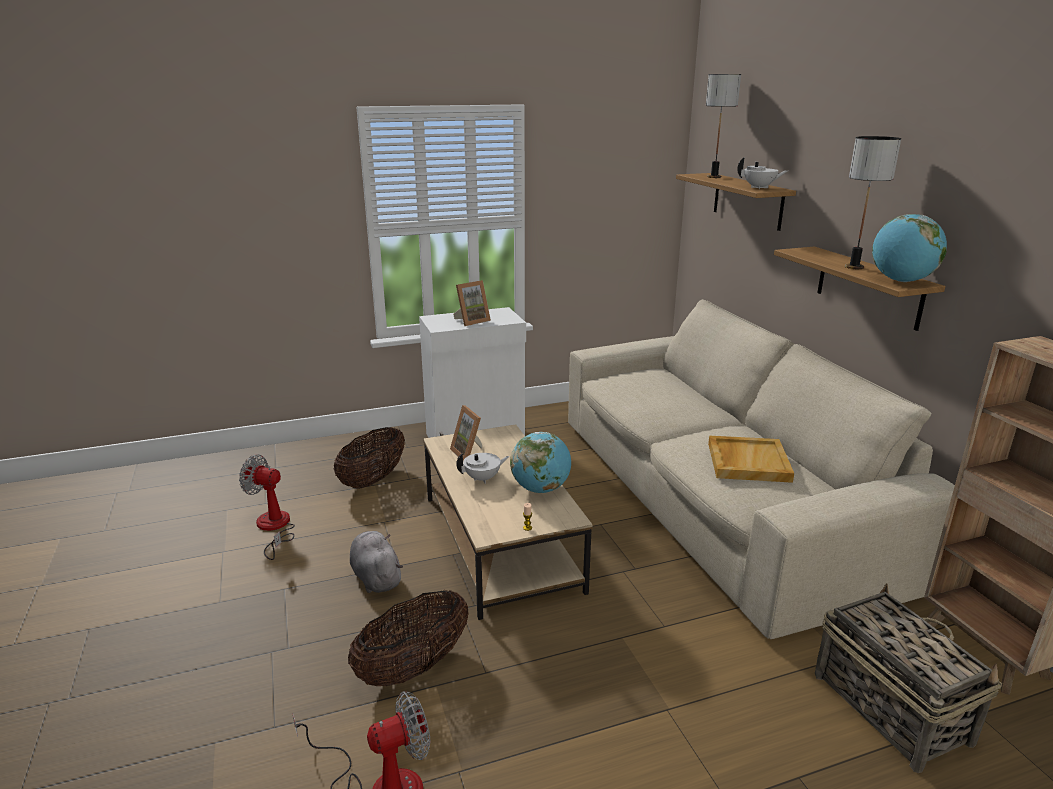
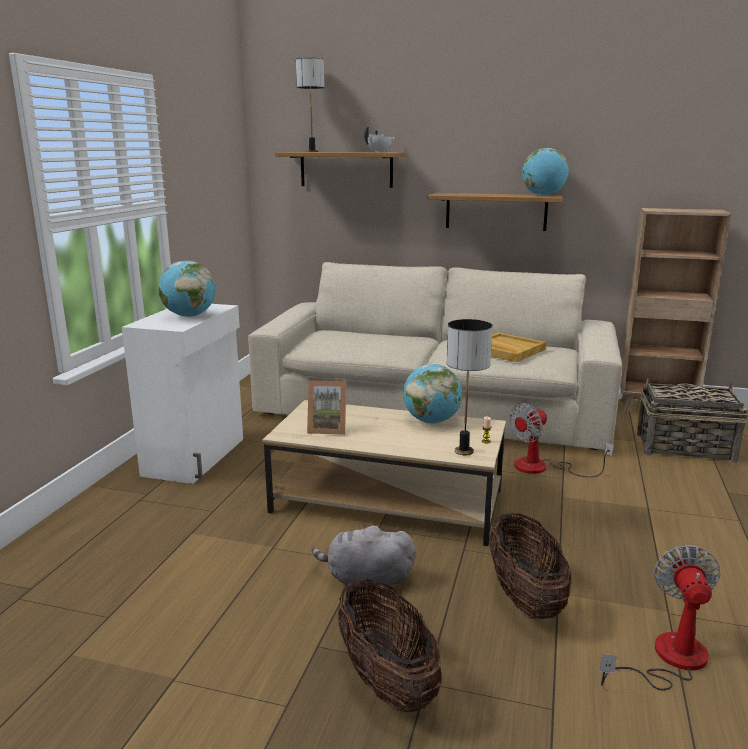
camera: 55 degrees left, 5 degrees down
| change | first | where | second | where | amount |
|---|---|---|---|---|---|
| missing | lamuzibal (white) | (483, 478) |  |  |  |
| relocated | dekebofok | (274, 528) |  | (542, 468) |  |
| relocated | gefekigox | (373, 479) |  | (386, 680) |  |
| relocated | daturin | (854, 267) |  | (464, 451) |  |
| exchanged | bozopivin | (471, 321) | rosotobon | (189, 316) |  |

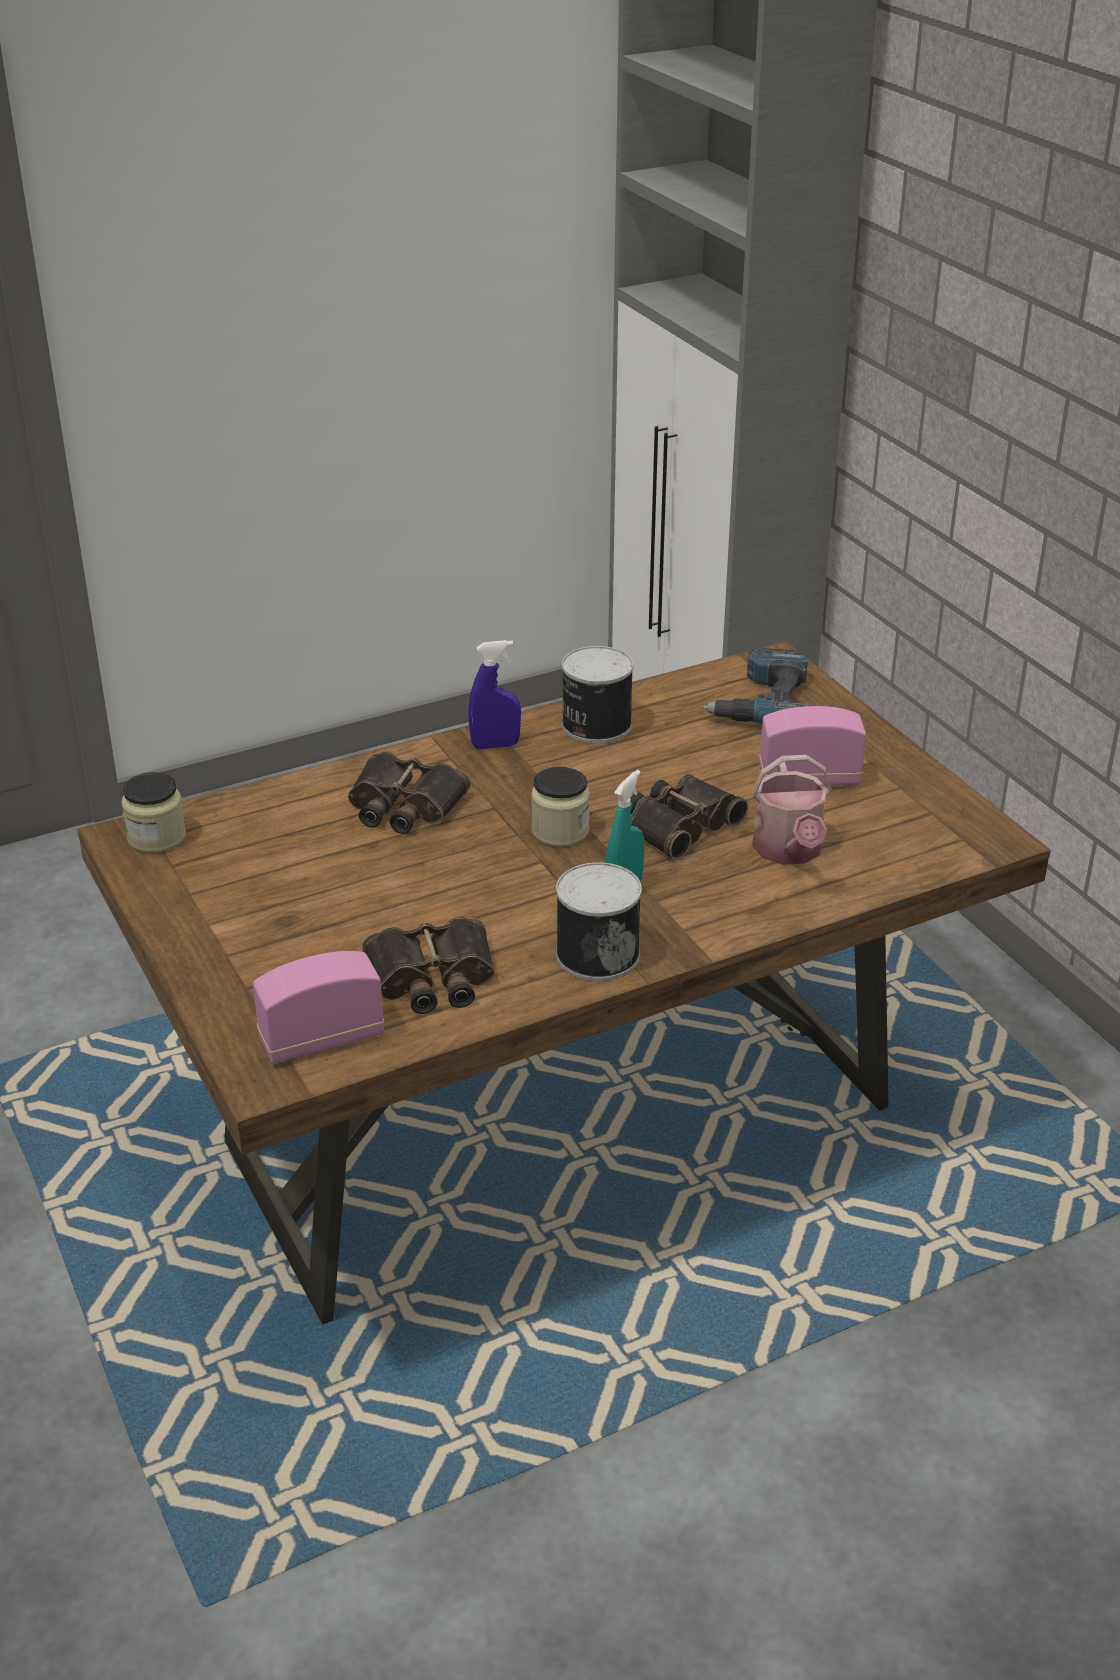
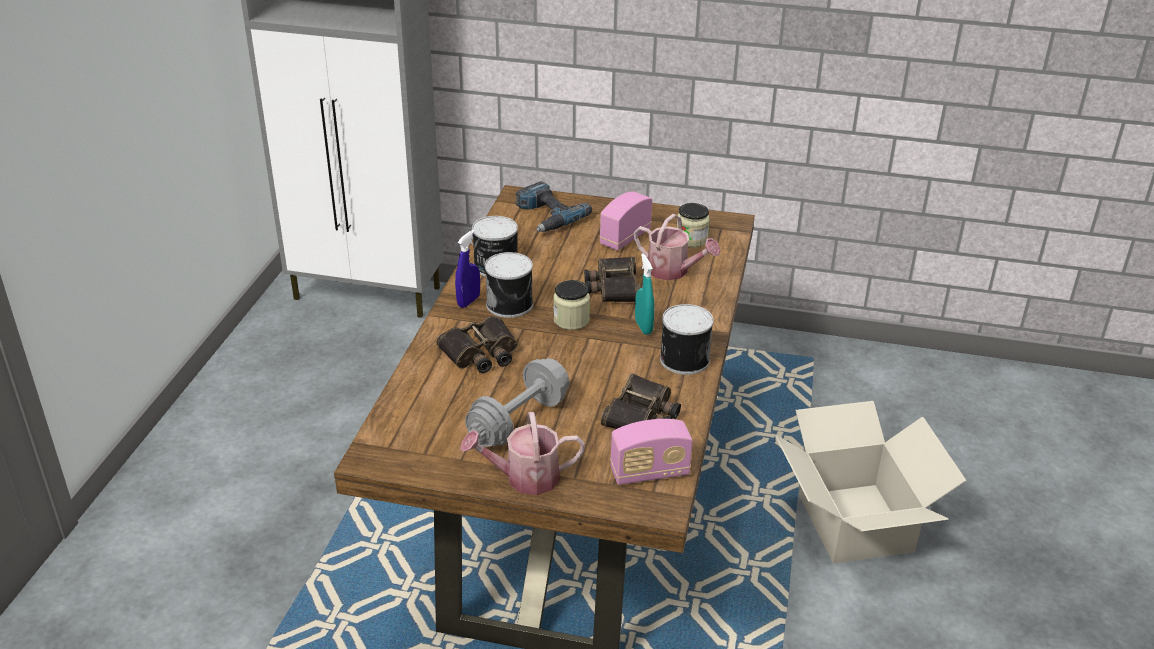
camera: 50 degrees left, 0 degrees up
| change | first | where | second | where | amount |
|---|---|---|---|---|---|
| appeared |  |  | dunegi | (524, 478) |  |
| appeared |  |  | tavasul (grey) | (518, 421) |  |
| appeared |  |  | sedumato | (511, 304) |  |
| appeared |  |  | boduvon | (854, 523) |  |
| relocated | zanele | (156, 837) |  | (691, 239) |  |
| spun | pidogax | (322, 1039) |  | (649, 473) | 120 degrees counterclockwise |

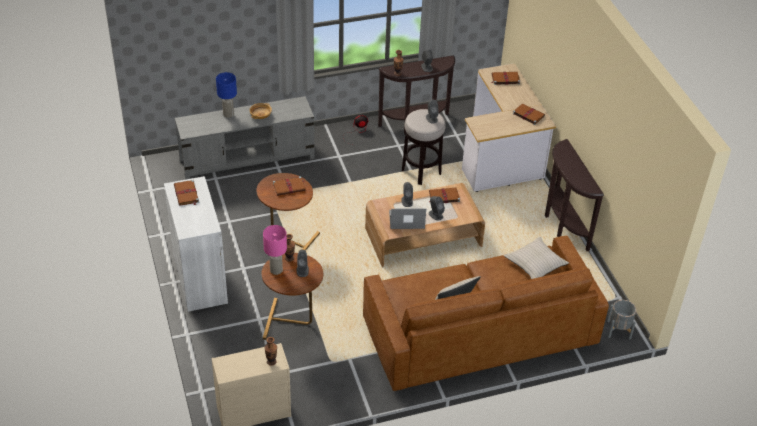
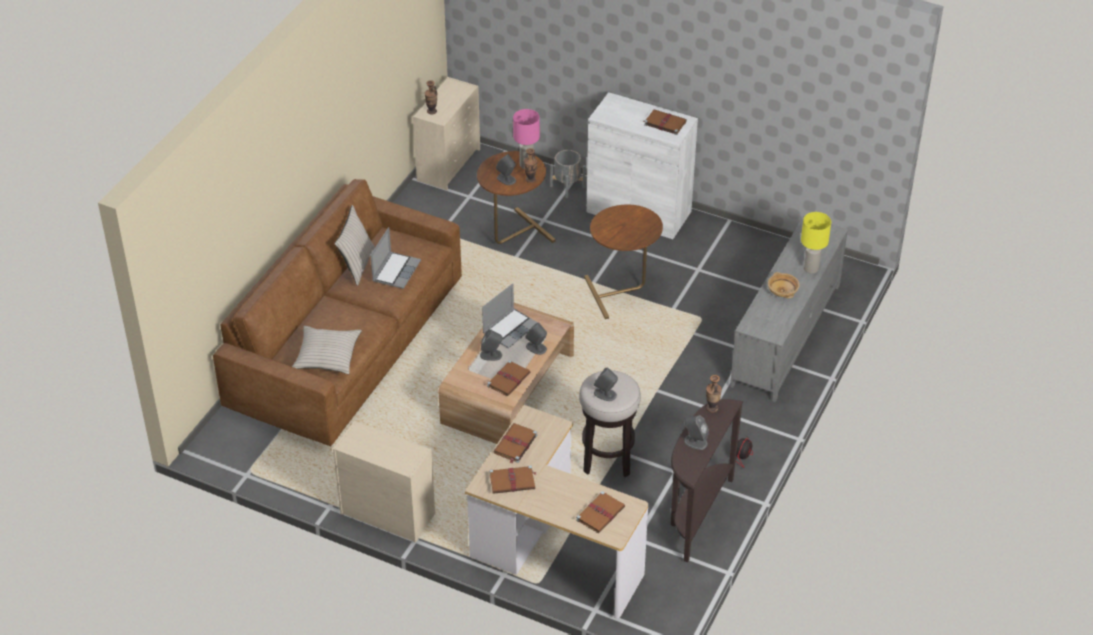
camera: 135 degrees right, 0 degrees up
| change | first | where | second | where | amount |
|---|---|---|---|---|---|
| appeared |  |  | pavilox | (396, 271) |  |
| relocated | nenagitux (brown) | (289, 187) |  | (515, 444) |  |
| relocated | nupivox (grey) | (619, 329) |  | (567, 186) |  |
| exchanged | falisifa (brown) | (562, 225) | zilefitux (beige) | (386, 513) |  |
| colour | daturin (blue) | (228, 114) | daturin (yellow) | (810, 269) |  |

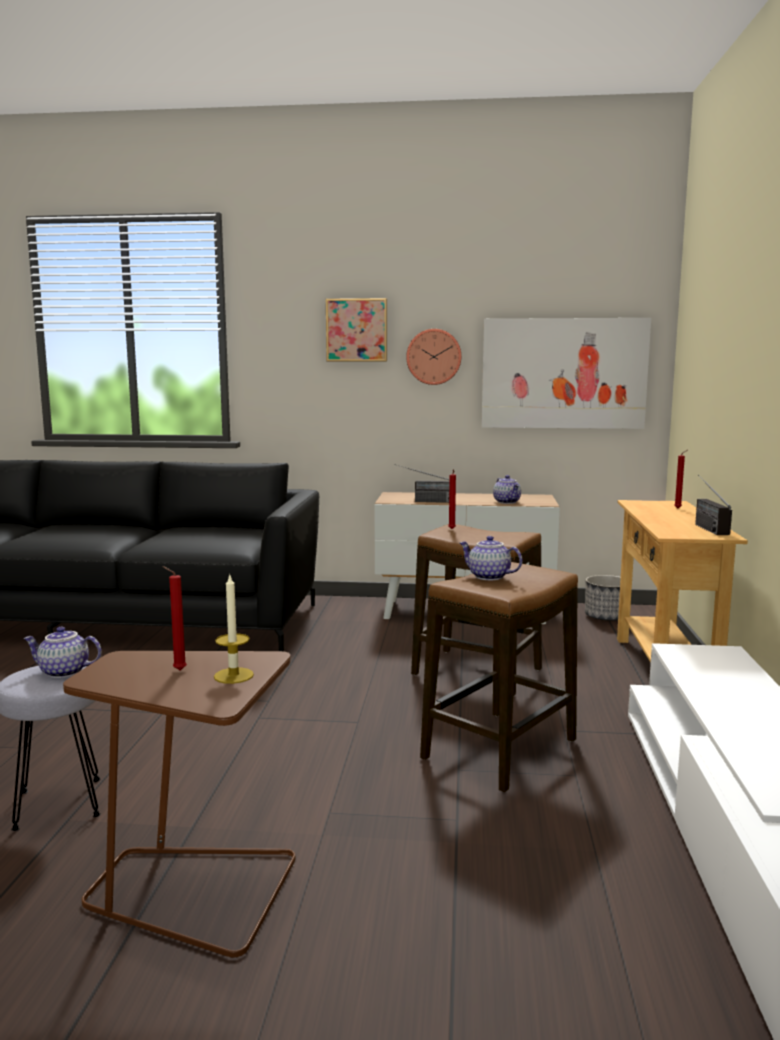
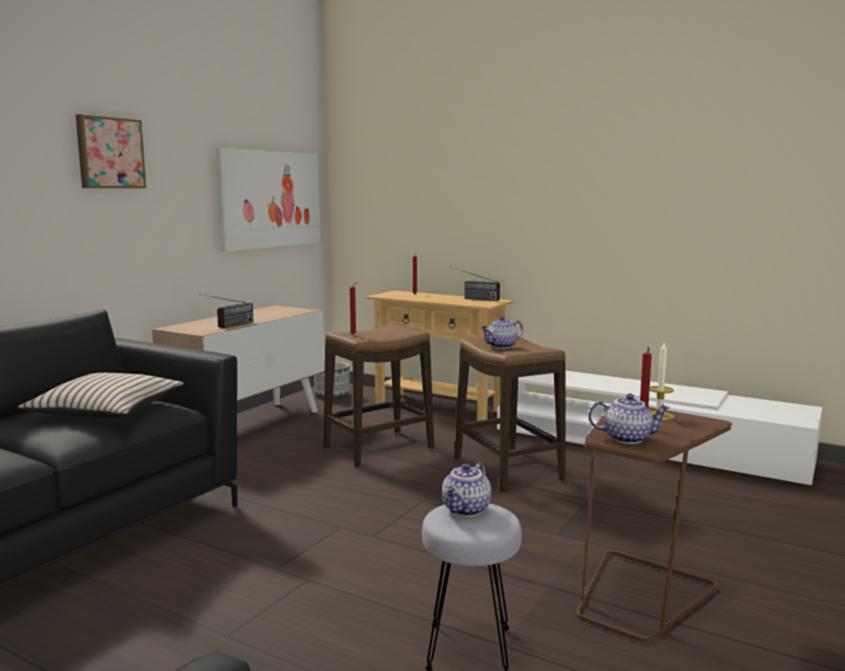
camera: 65 degrees left, 0 degrees up
| change | first | where | second | where | amount |
|---|---|---|---|---|---|
| missing | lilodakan | (434, 357) |  |  |  |
| appeared |  |  | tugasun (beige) | (106, 410) |  |
| relocated | lamuzibal | (507, 502) |  | (627, 438) |  |

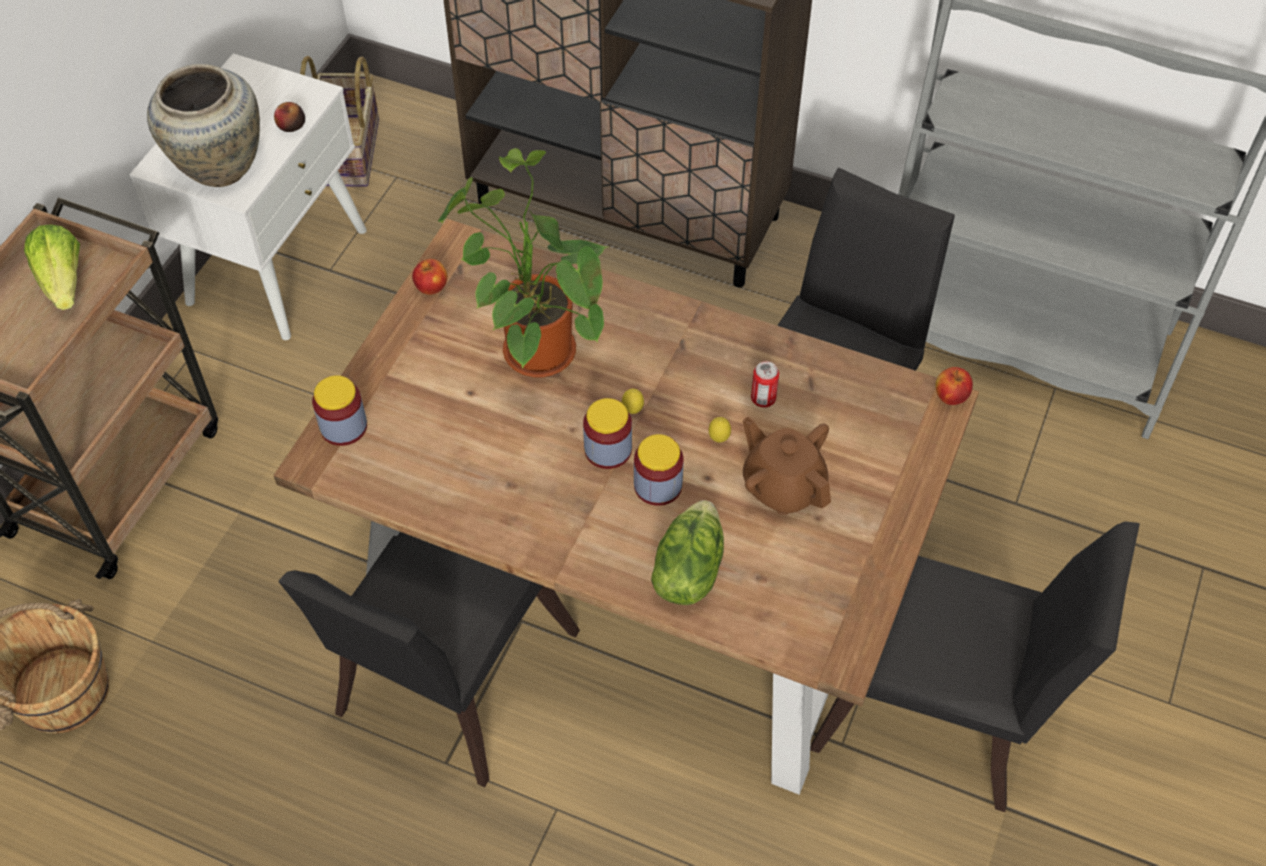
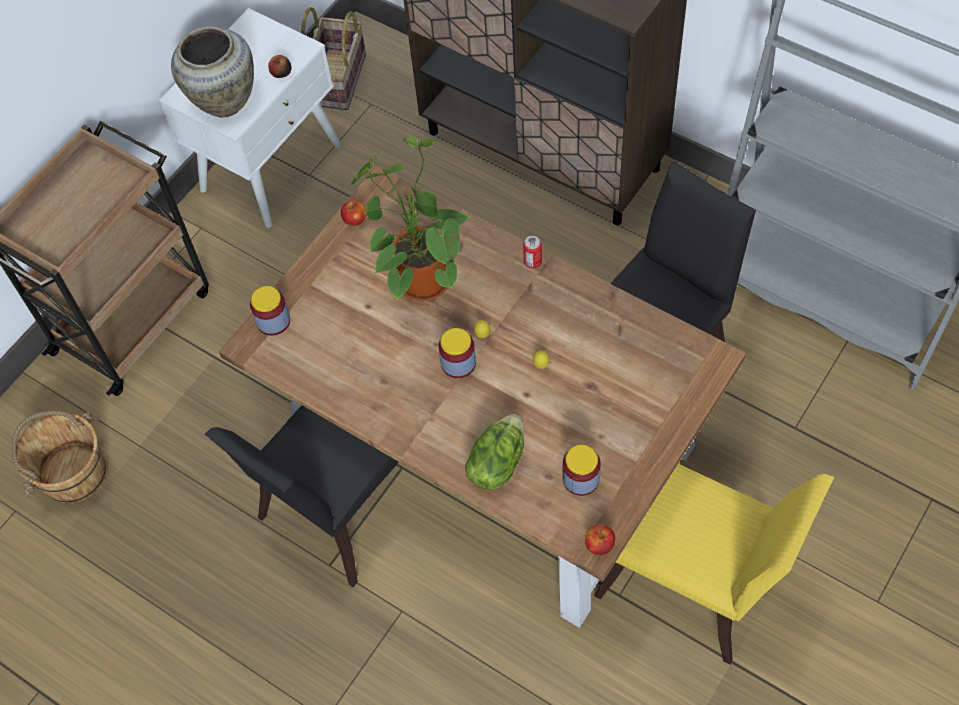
camera: 15 degrees right, 5 degrees up
| change | first | where | second | where | amount |
|---|---|---|---|---|---|
| missing | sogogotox | (63, 282) |  |  |  |
| missing | lamuzibal (brown) | (783, 486) |  |  |  |
| relocated | zanele | (658, 485) |  | (581, 479) |  |
| relocated | sedumato | (763, 399) |  | (532, 262) |  |
| relocated | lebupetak | (950, 397) |  | (599, 545) |  |
| colour | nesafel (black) | (942, 713) | nesafel (yellow) | (700, 583) |  |

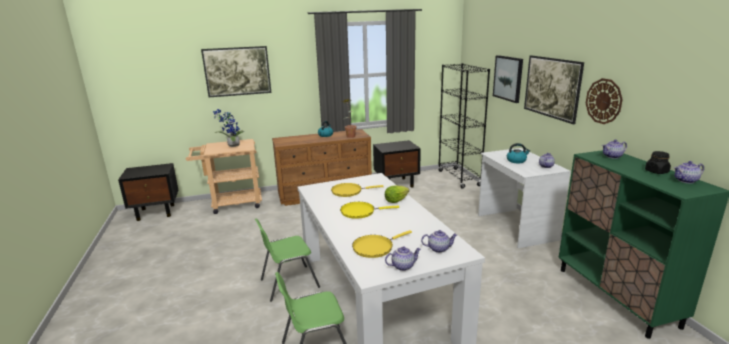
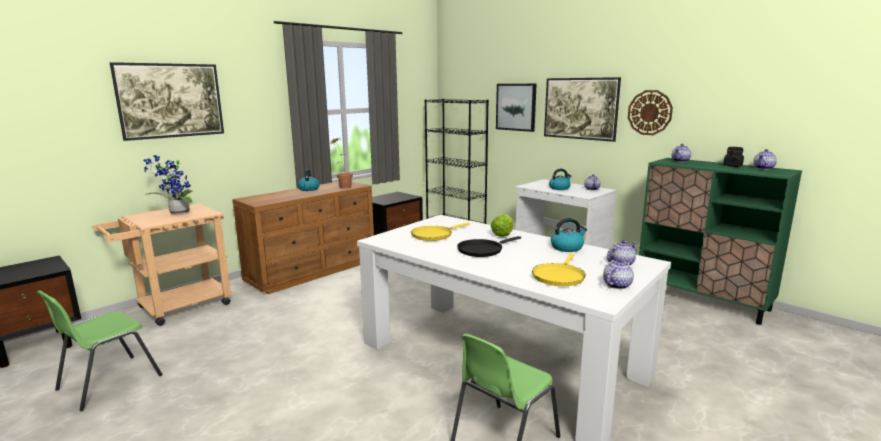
camera: 30 degrees left, 5 degrees down
| change | first | where | second | where | amount |
|---|---|---|---|---|---|
| appeared |  |  | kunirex | (567, 247) |  |
| relocated | nesafel (green) | (288, 283) |  | (107, 382) |  |
| colour | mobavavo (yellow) | (360, 212) | mobavavo (black) | (482, 250) |  |

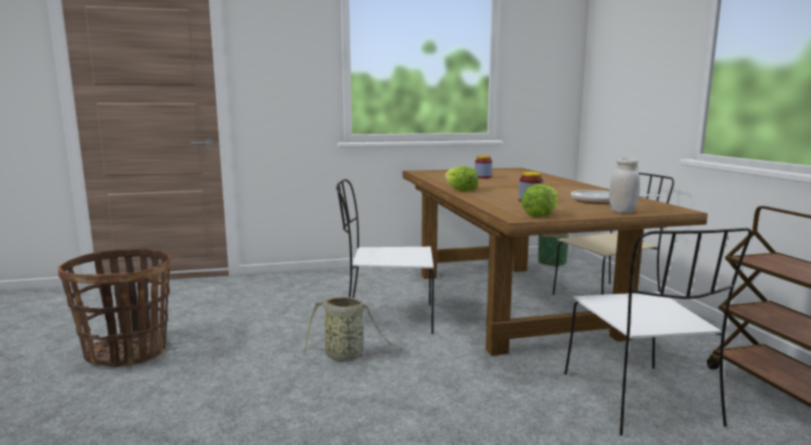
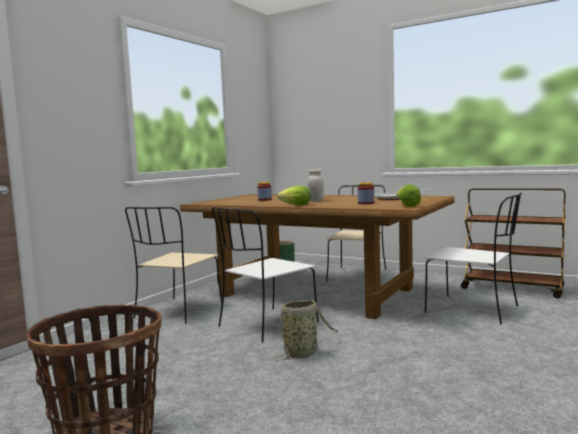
camera: 45 degrees left, 5 degrees down
| change | first | where | second | where | amount |
|---|---|---|---|---|---|
| appeared |  |  | nesafel (beige) | (178, 311) |  |
| relocated | zanele (white) | (622, 211) |  | (315, 201) |  |

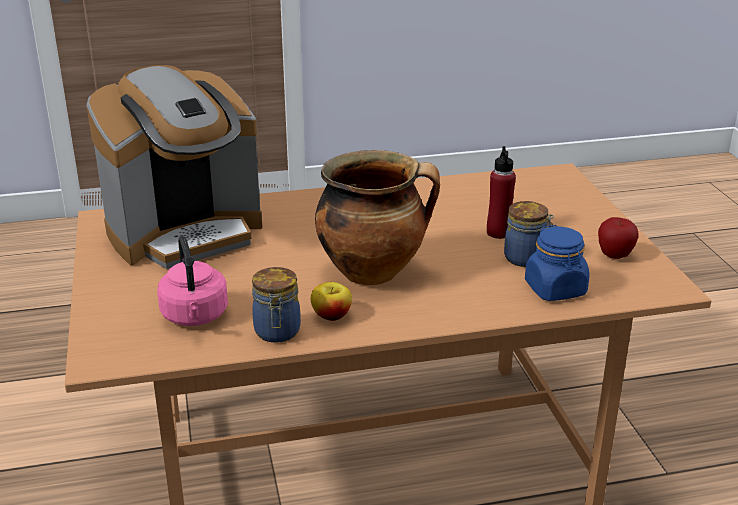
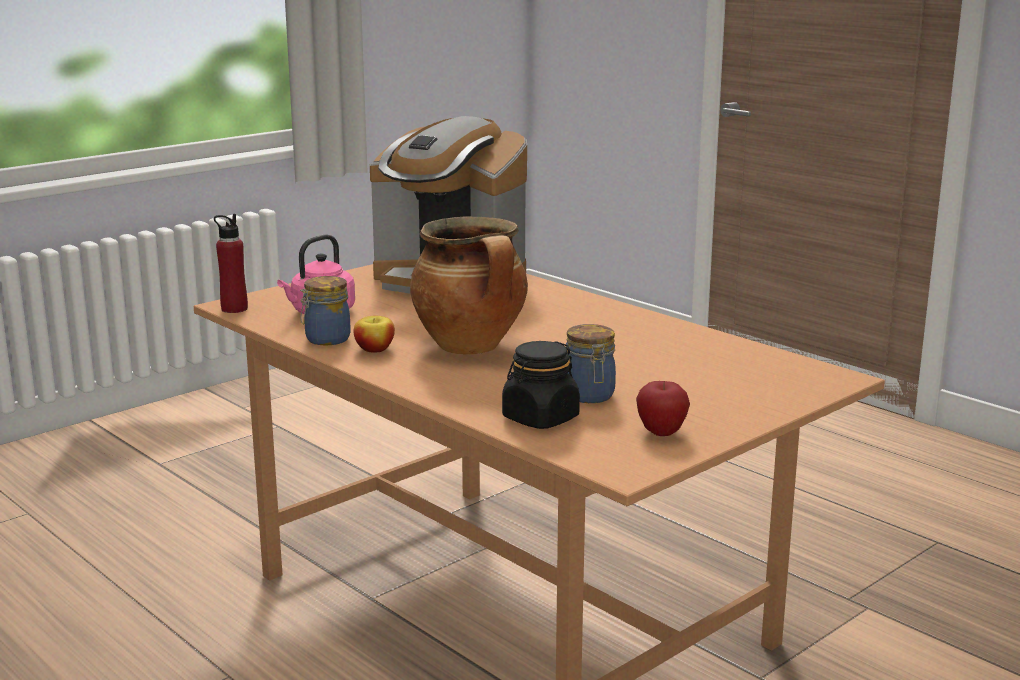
camera: 60 degrees right, 10 degrees down
| change | first | where | second | where | amount |
|---|---|---|---|---|---|
| relocated | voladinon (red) | (498, 233) |  | (234, 309) |  |
| colour | zanele (blue) | (555, 289) | zanele (black) | (540, 418) |  |

